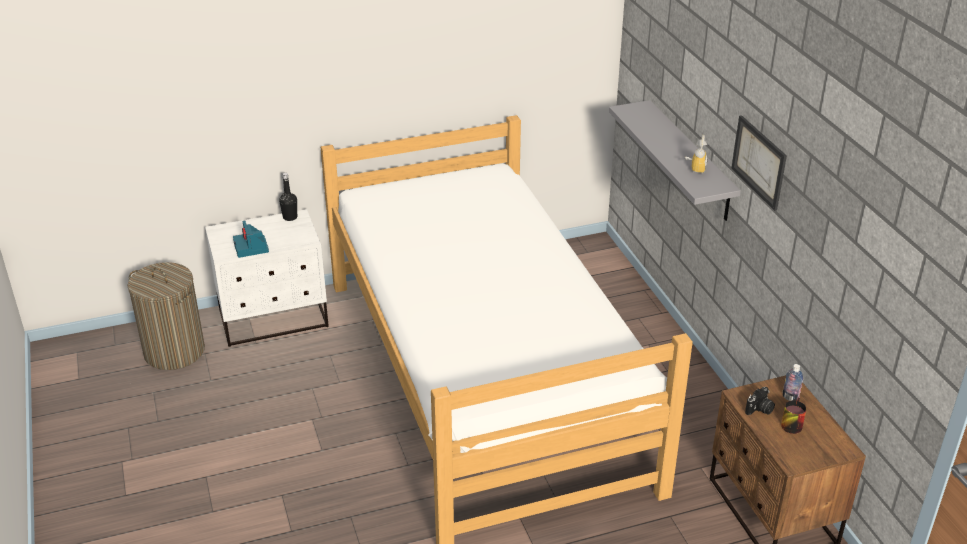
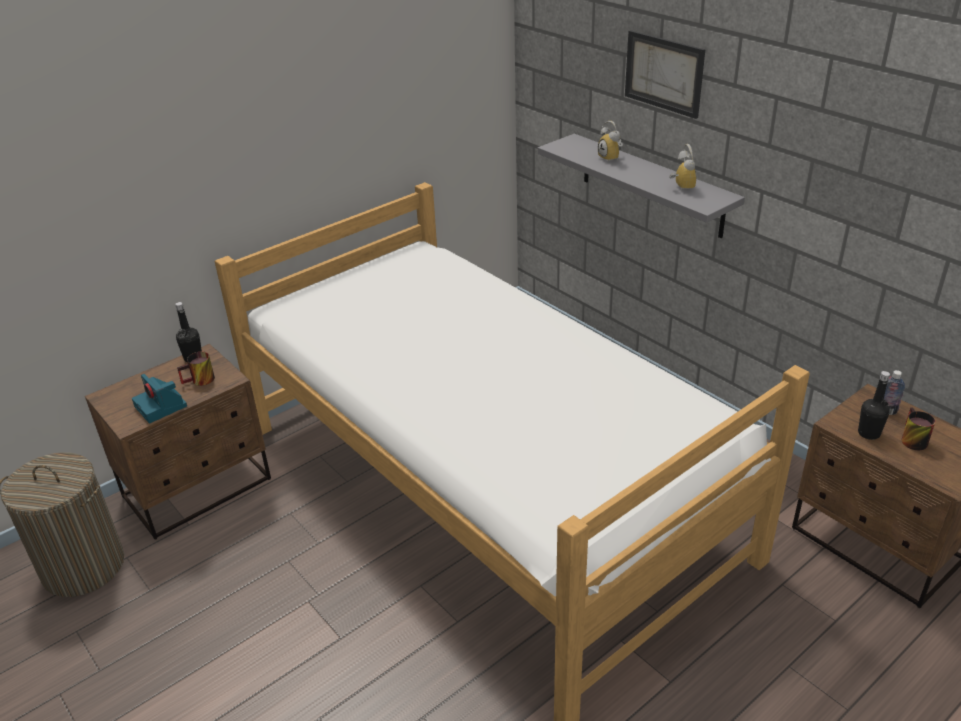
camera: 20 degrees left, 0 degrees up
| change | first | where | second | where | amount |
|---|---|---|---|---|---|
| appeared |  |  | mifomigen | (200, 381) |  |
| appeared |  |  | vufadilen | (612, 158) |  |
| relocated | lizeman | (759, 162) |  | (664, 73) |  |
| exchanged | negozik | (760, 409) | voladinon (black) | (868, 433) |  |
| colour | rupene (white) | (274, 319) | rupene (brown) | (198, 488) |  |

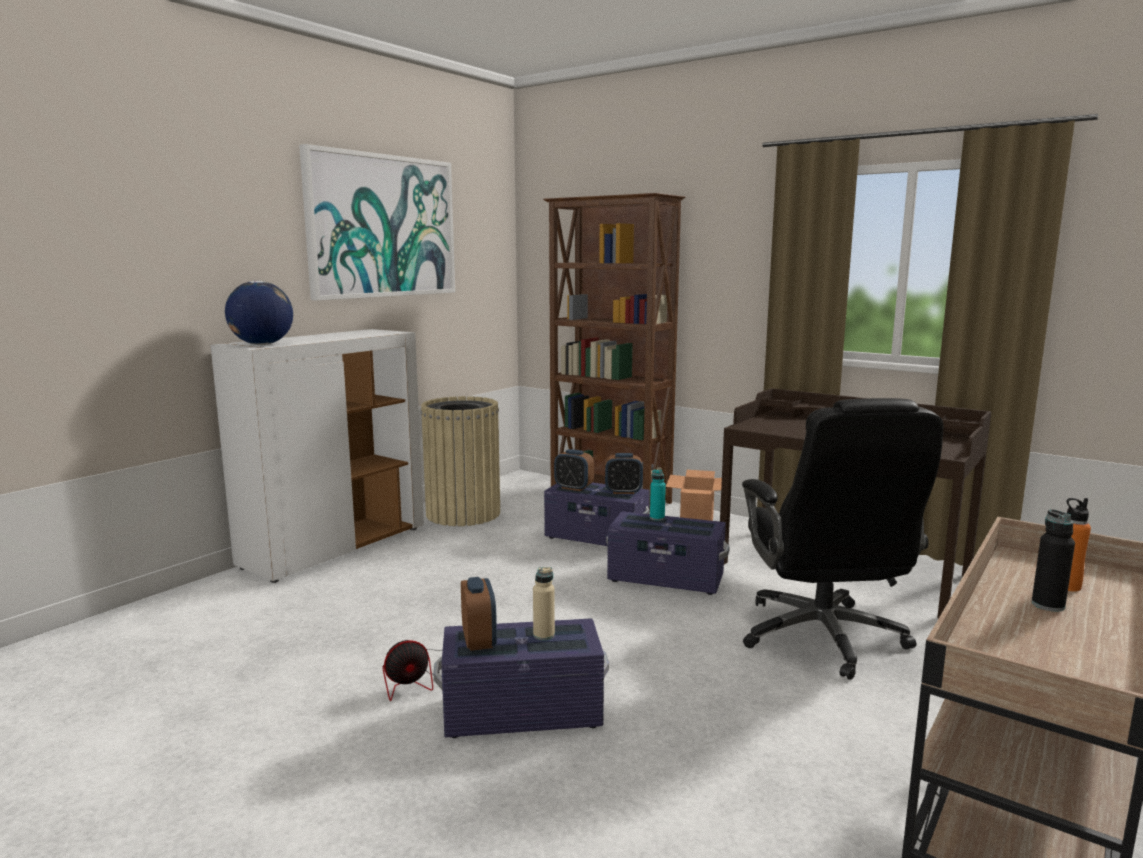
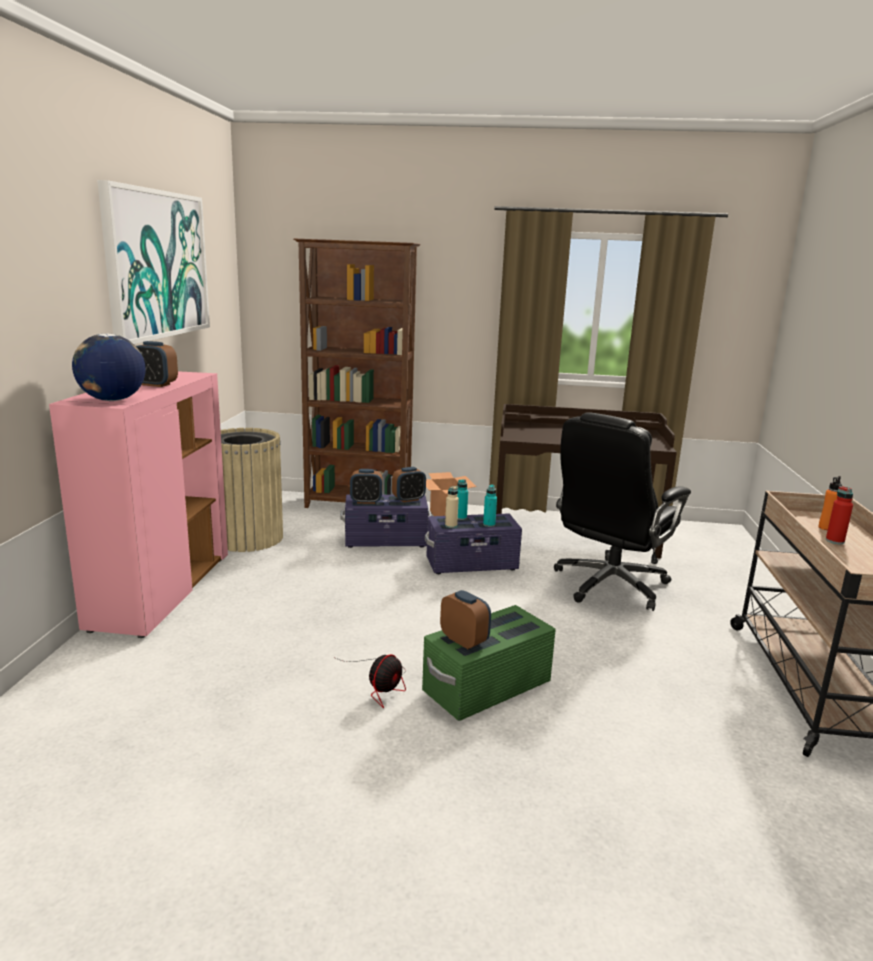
camera: 30 degrees left, 5 degrees up
| change | first | where | second | where | amount |
|---|---|---|---|---|---|
| appeared |  |  | vufadilen | (155, 384) |  |
| appeared |  |  | voladinon (turquoise) | (489, 524) |  |
| relocated | voladinon (beige) | (544, 635) |  | (451, 526) |  |
| colour | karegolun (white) | (335, 547) | karegolun (pink) | (162, 591) |  |
| colour | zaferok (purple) | (522, 713) | zaferok (green) | (486, 688) |  |
| colour | voladinon (black) | (1048, 605) | voladinon (red) | (834, 541) |  |
| spun | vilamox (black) | (823, 637) |  | (609, 585) | 75 degrees clockwise |

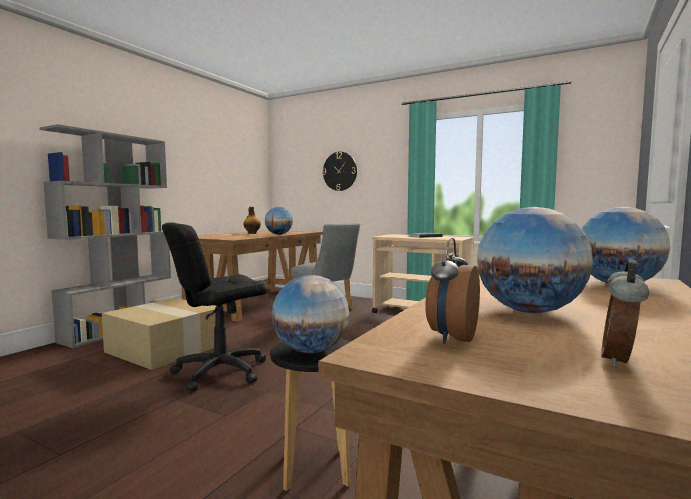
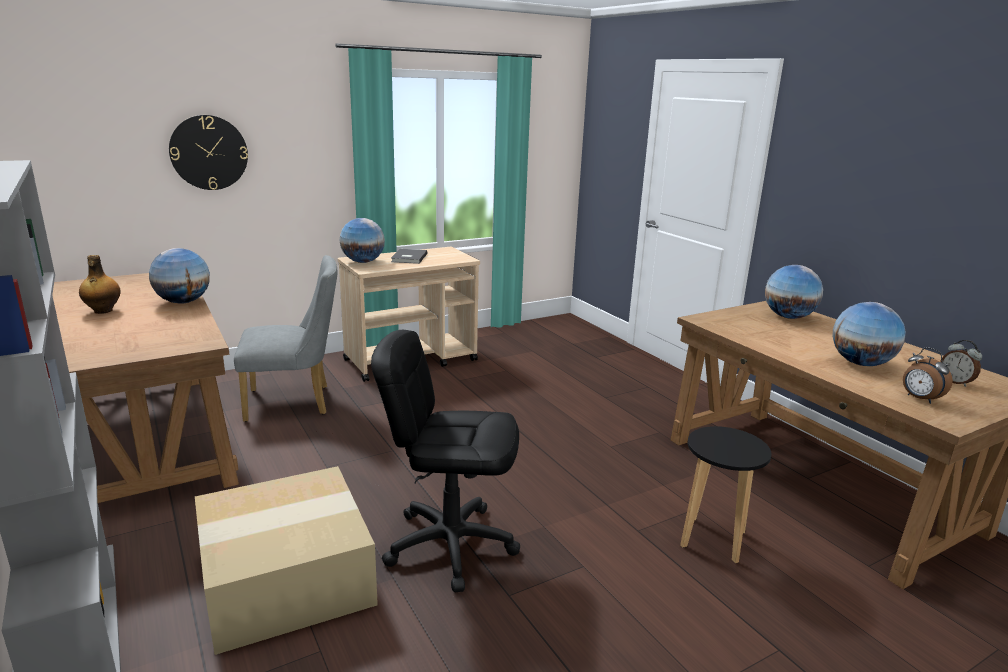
camera: 60 degrees left, 15 degrees up
| change | first | where | second | where | amount |
|---|---|---|---|---|---|
| relocated | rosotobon | (311, 350) |  | (363, 262) |  |
| spun | vilamox (black) | (220, 371) |  | (450, 544) | 105 degrees clockwise |

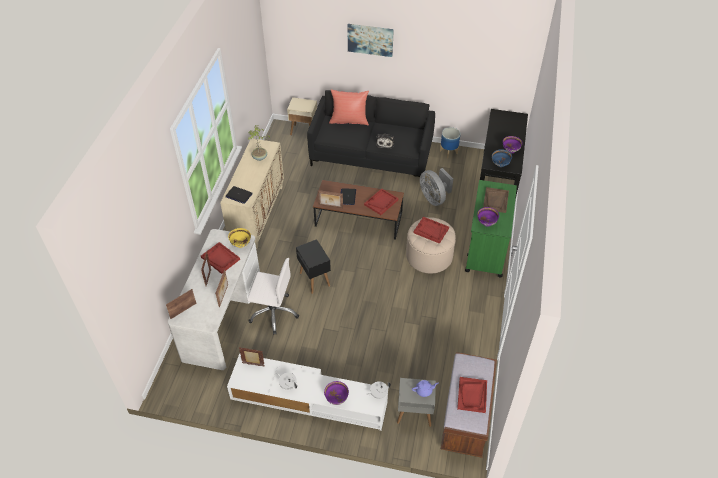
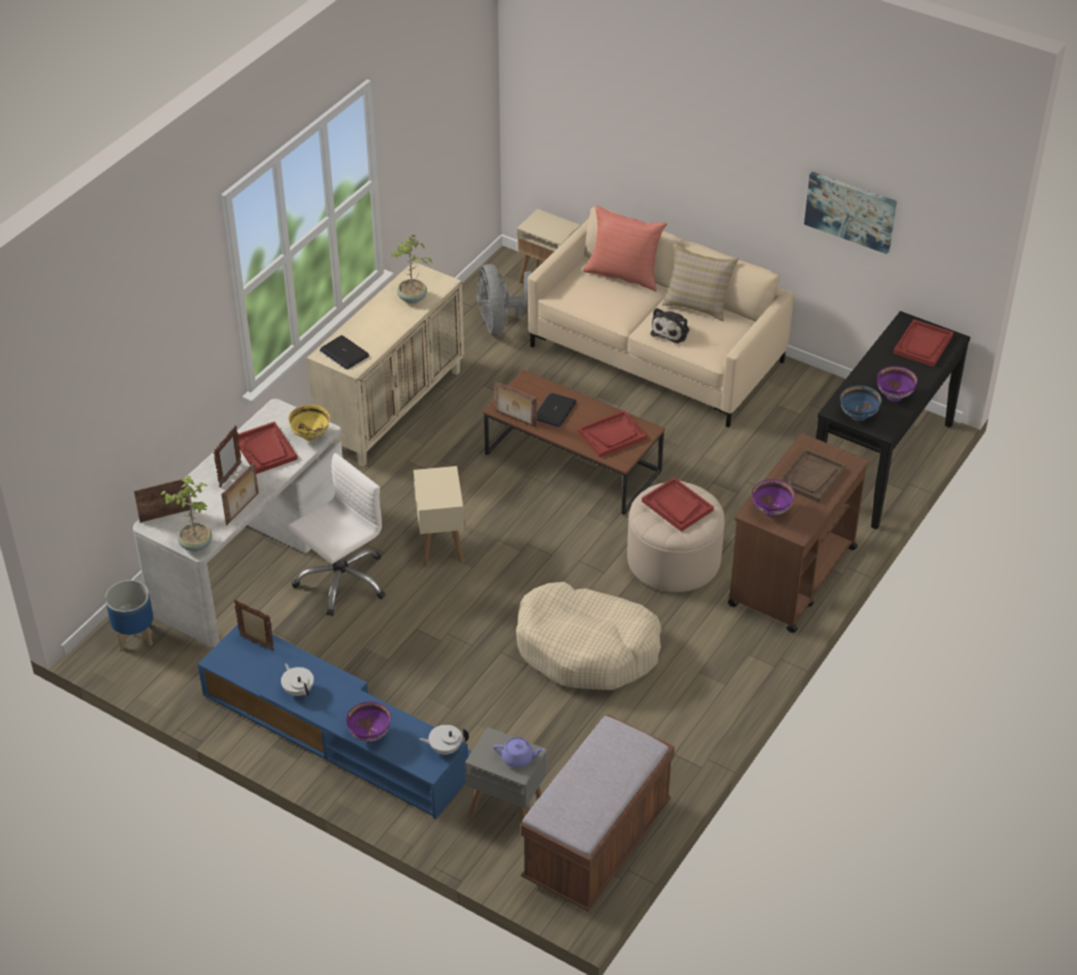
camera: 20 degrees right, 5 degrees down
| change | first | where | second | where | amount |
|---|---|---|---|---|---|
| appeared |  |  | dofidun | (196, 544) |  |
| appeared |  |  | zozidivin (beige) | (587, 649) |  |
| appeared |  |  | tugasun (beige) | (698, 303) |  |
| relocated | lizeman | (370, 39) |  | (850, 211) |  |
| relocated | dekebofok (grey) | (434, 198) |  | (501, 323) |  |
| relocated | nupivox | (449, 152) |  | (136, 636) |  |
| relocated | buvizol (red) | (472, 395) |  | (923, 345) |  |
| colour | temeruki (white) | (309, 398) | temeruki (blue) | (337, 732) |  |
| colour | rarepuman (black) | (314, 279) | rarepuman (beige) | (440, 544) |  |
| colour | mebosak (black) | (371, 155) | mebosak (beige) | (656, 354) |  |
| colour | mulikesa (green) | (486, 249) | mulikesa (brown) | (792, 576) |  |
| spun | vilamox (white) | (274, 313) |  | (341, 580) | 75 degrees counterclockwise |

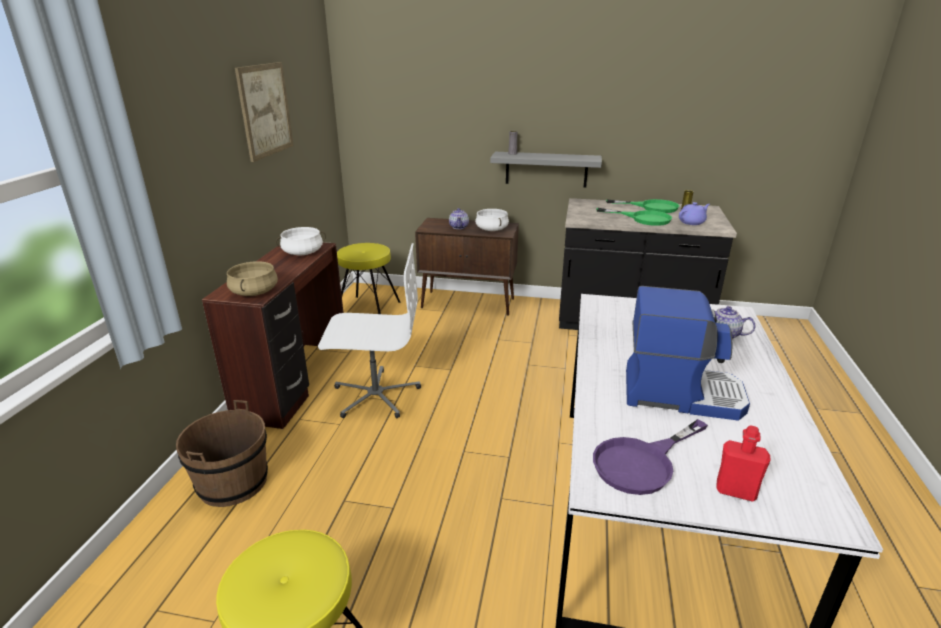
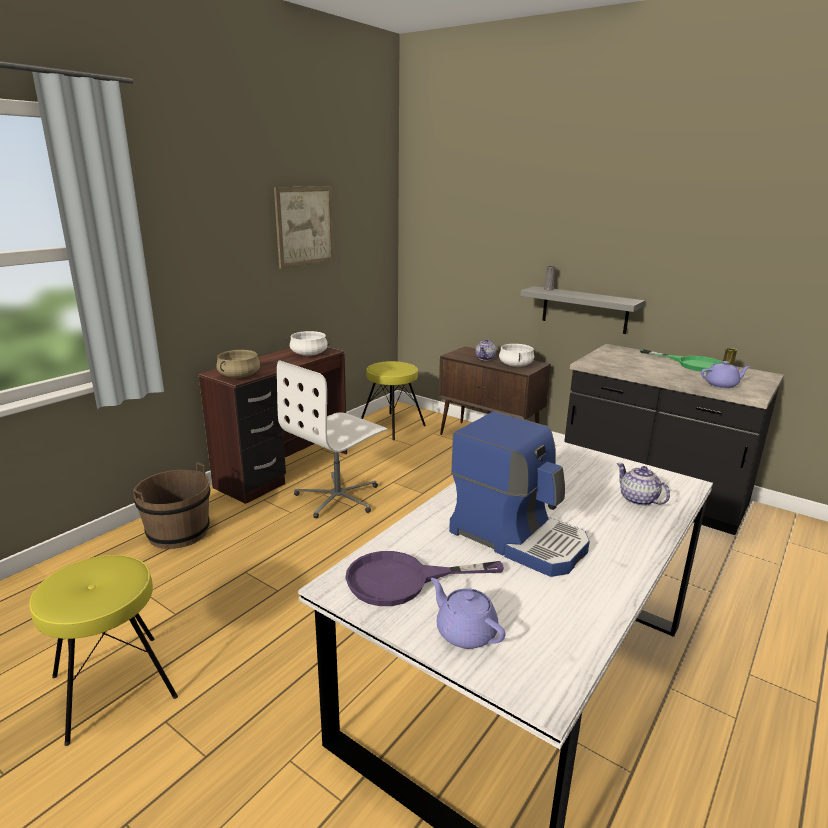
camera: 25 degrees right, 5 degrees down
| change | first | where | second | where | amount |
|---|---|---|---|---|---|
| missing | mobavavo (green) | (643, 218) |  |  |  |
| exchanged | voladinon (red) | (735, 491) | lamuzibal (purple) | (465, 632) |  |
| spun | vilamox (white) | (375, 395) |  | (338, 497) | 105 degrees clockwise |

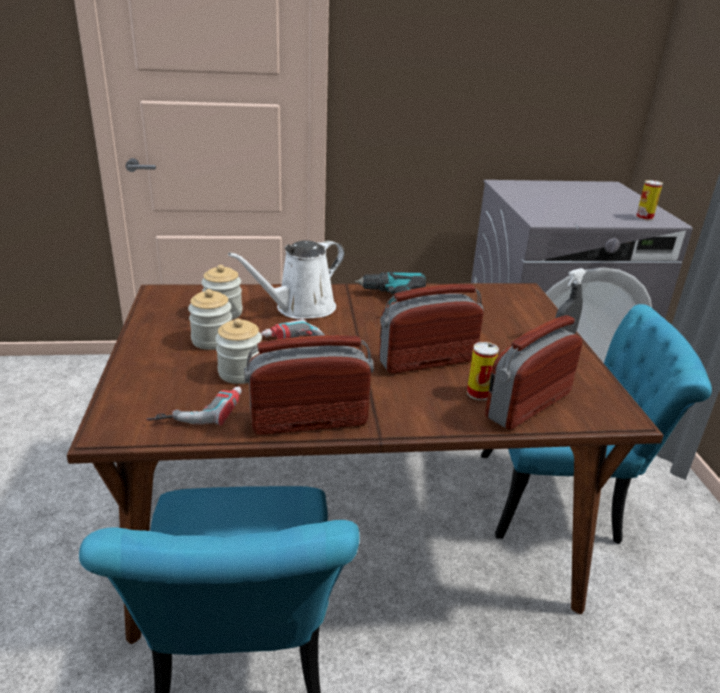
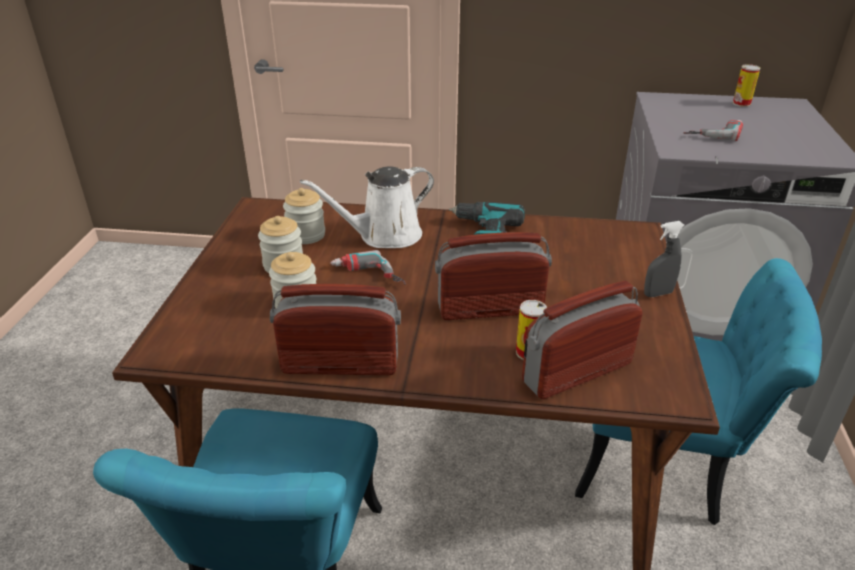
camera: 15 degrees right, 5 degrees up
| change | first | where | second | where | amount |
|---|---|---|---|---|---|
| relocated | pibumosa | (198, 409) |  | (713, 132) |  |
| relocated | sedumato | (644, 217) |  | (741, 103) |  |

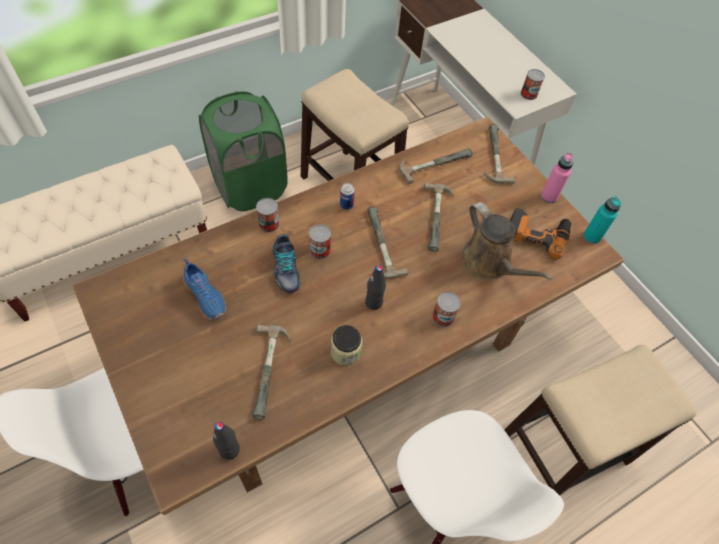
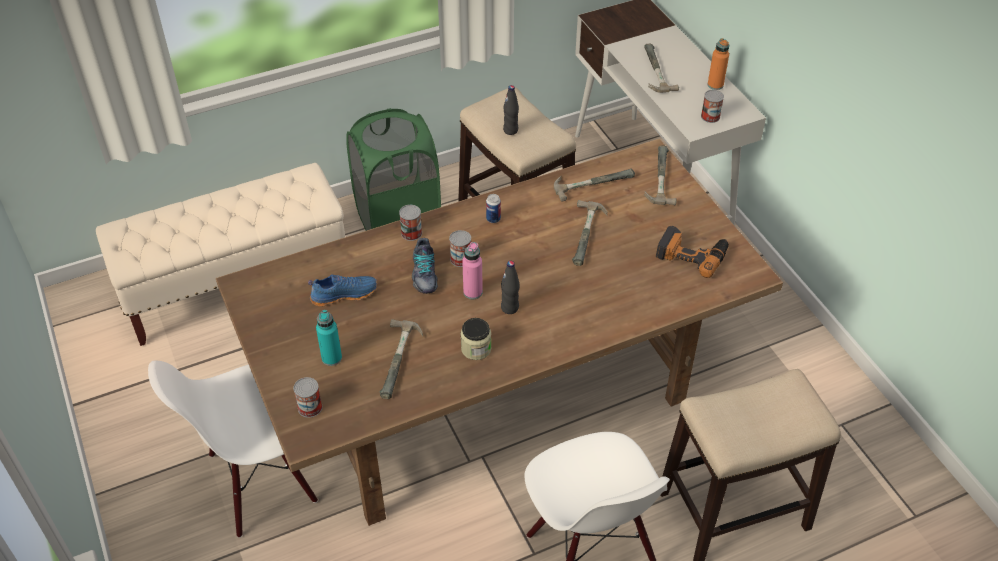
camera: 10 degrees right, 10 degrees down
| change | first | where | second | where | amount |
|---|---|---|---|---|---|
| missing | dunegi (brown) | (489, 263) |  |  |  |
| appeared |  |  | voladinon (orange) | (715, 85) |  |
| relocated | voladinon (black) | (229, 449) |  | (510, 130) |  |
| relocated | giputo | (377, 245) |  | (652, 71) |  |
| relocated | sedumato | (443, 317) |  | (310, 407) |  |
| relocated | voladinon (pink) | (549, 196) |  | (473, 292) |  |
| relocated | voladinon (turquoise) | (591, 237) |  | (331, 358) |  |
| spun | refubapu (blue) | (206, 296) |  | (344, 294) | 75 degrees counterclockwise |

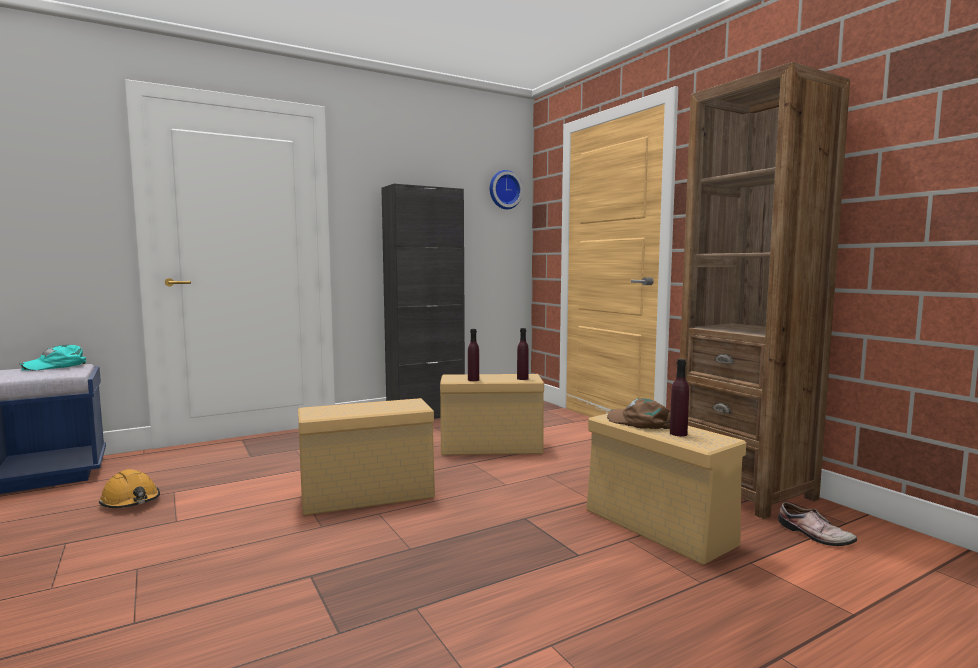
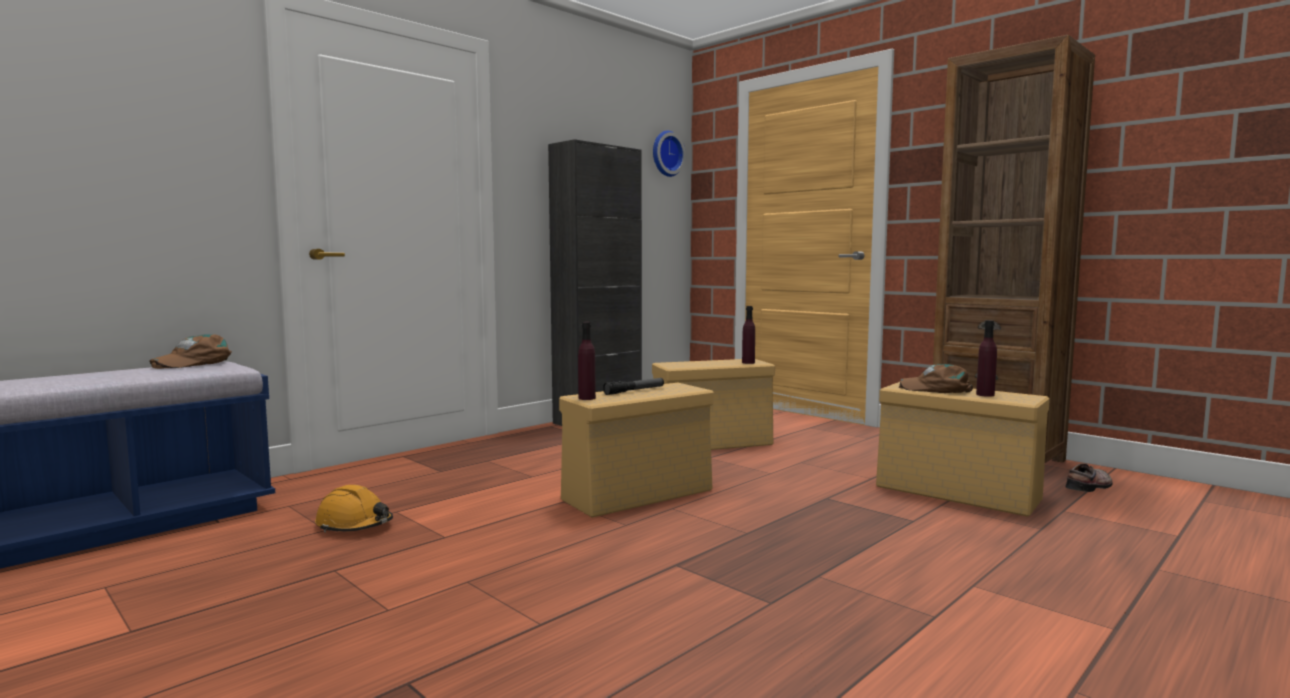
camera: 15 degrees left, 0 degrees up
| change | first | where | second | where | amount |
|---|---|---|---|---|---|
| appeared |  |  | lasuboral | (634, 391) |  |
| relocated | voladinon (purple) | (473, 380) |  | (587, 398) |  |
| colour | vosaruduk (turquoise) | (56, 366) | vosaruduk (brown) | (193, 363) |  |
| spun | refubapu | (813, 535) |  | (1090, 487) | 75 degrees counterclockwise |

